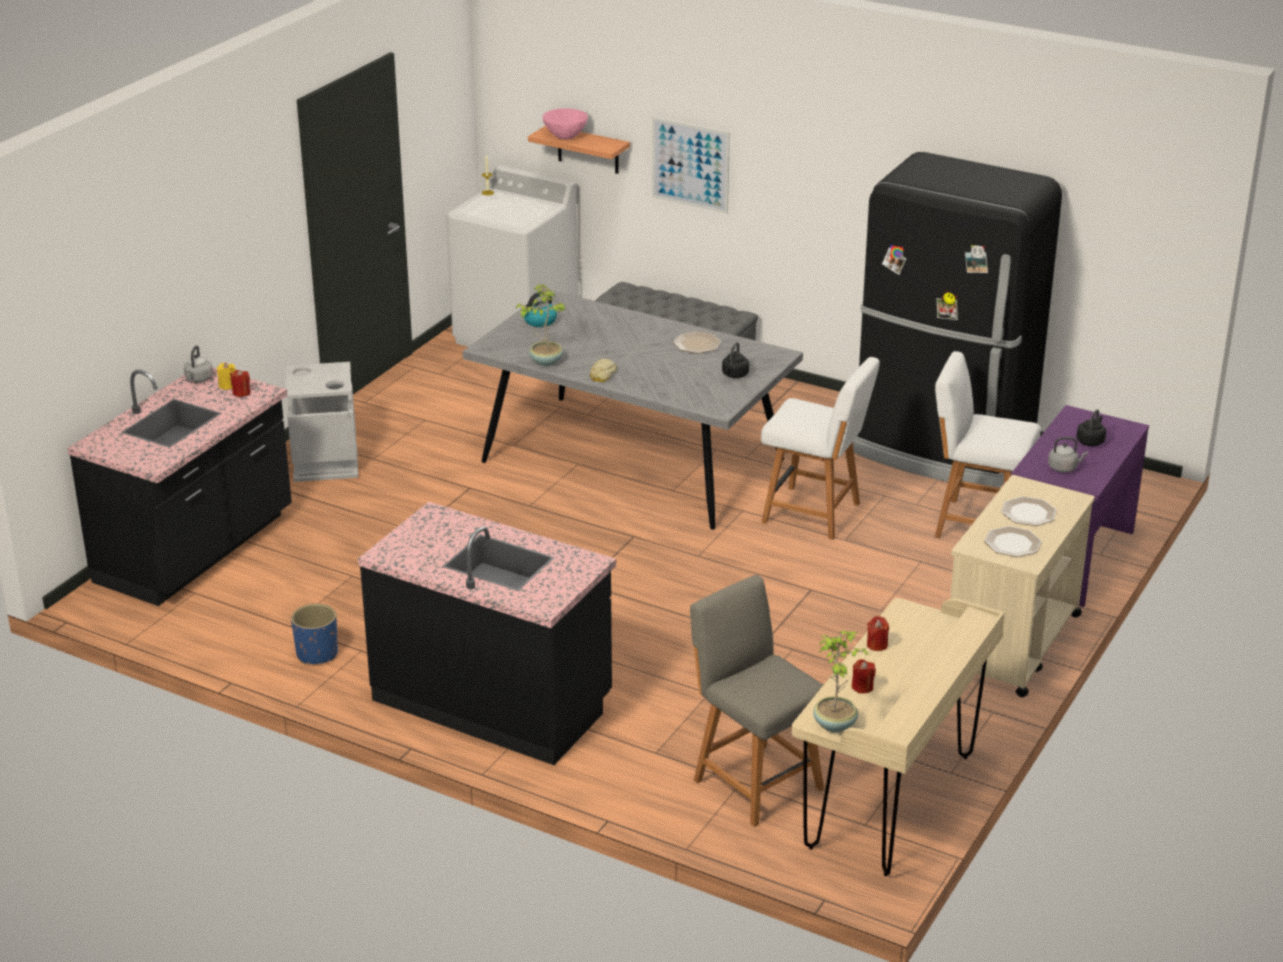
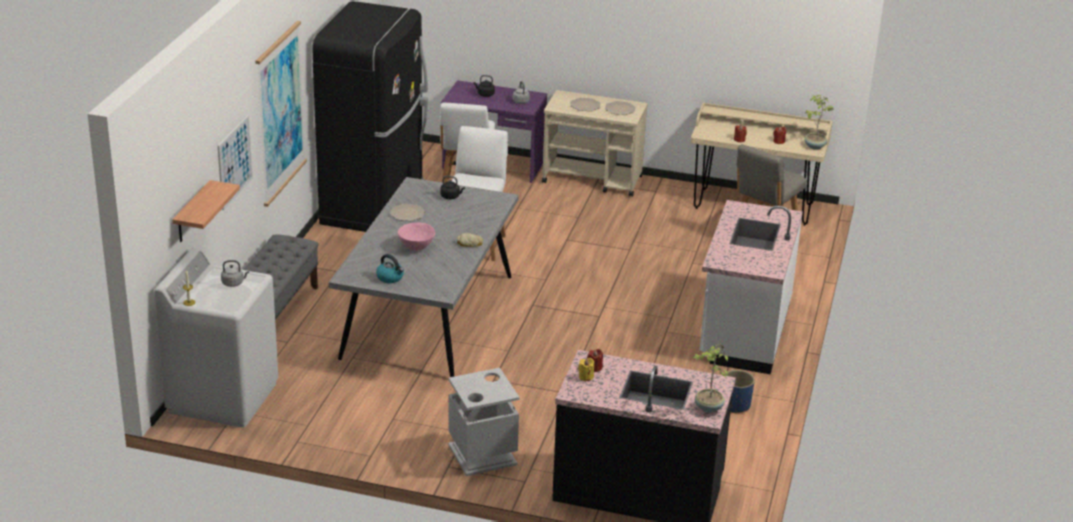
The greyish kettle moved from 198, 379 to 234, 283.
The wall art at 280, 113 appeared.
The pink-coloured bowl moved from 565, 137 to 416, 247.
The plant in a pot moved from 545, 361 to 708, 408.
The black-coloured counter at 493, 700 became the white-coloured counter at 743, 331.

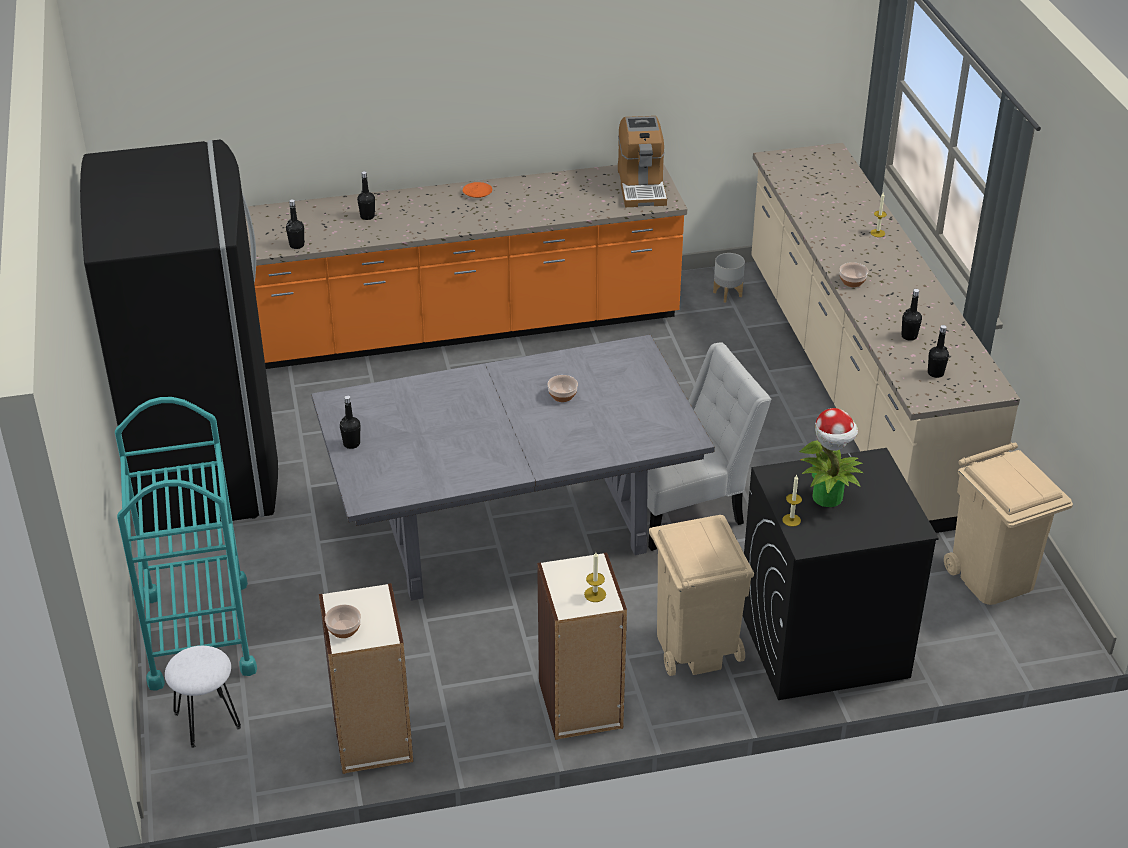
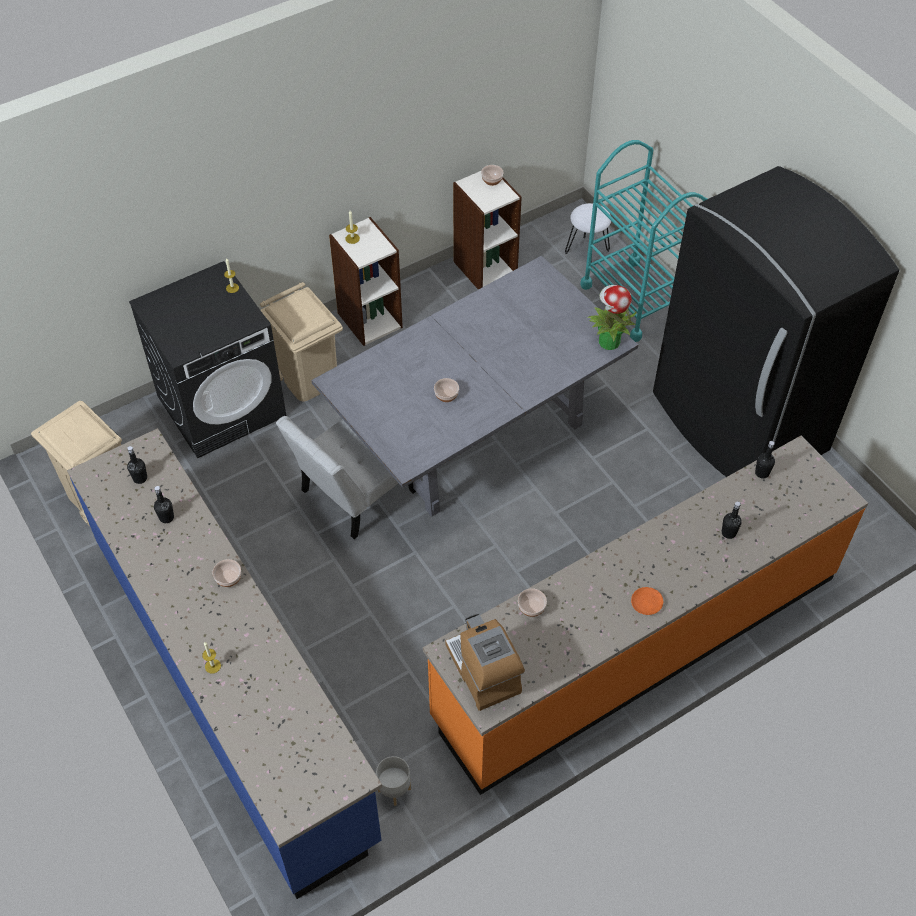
The sand-coloured counter at 857, 385 became the blue counter at 233, 685.
The bowl at 531, 607 appeared.
The plant in a pot moved from 828, 498 to 608, 341.
The black-coloured bottle at 351, 444 disappeared.

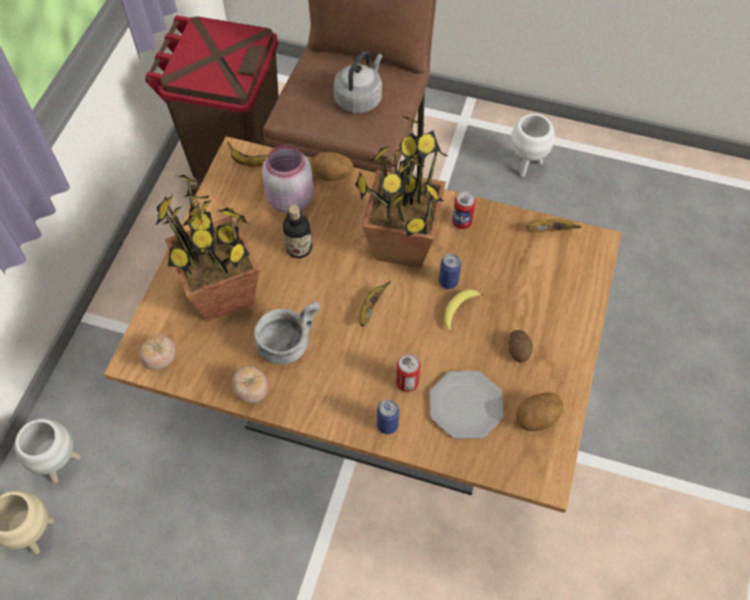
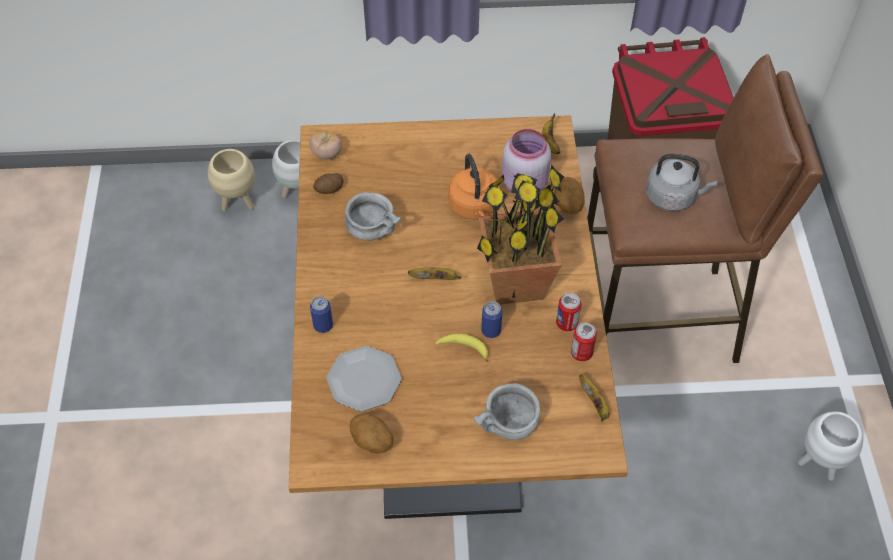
The whole potato moved from 519, 350 to 329, 189.
The bottle at 299, 248 was replaced by the orangey kettle at 474, 207.
The greyish bowl at 509, 424 appeared.
The can moved from 407, 382 to 581, 353.
The plant in a pot at 224, 293 disappeared.
The fresh tomato at 252, 391 disappeared.

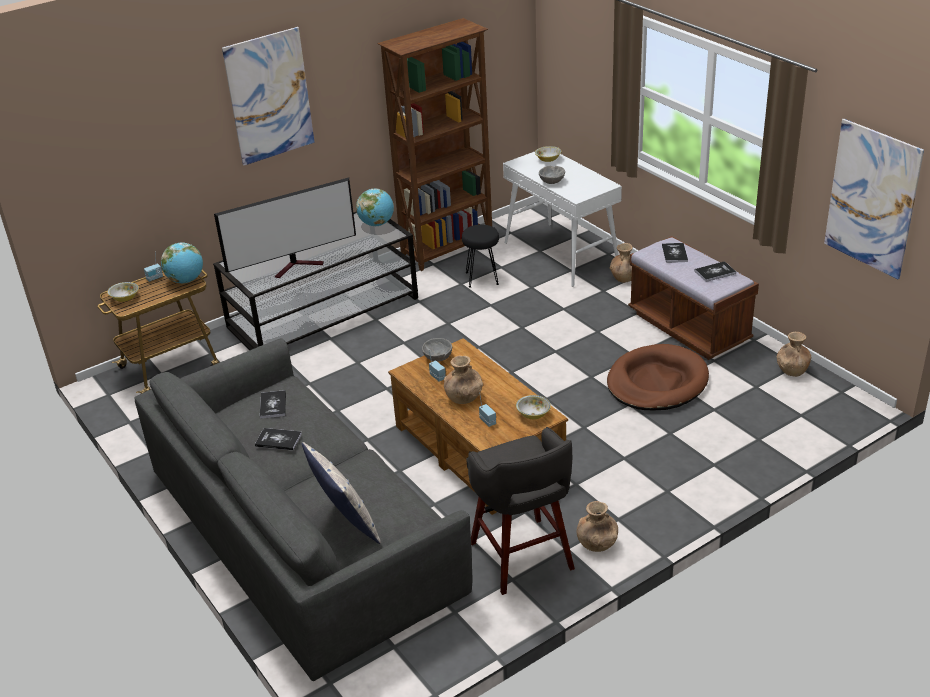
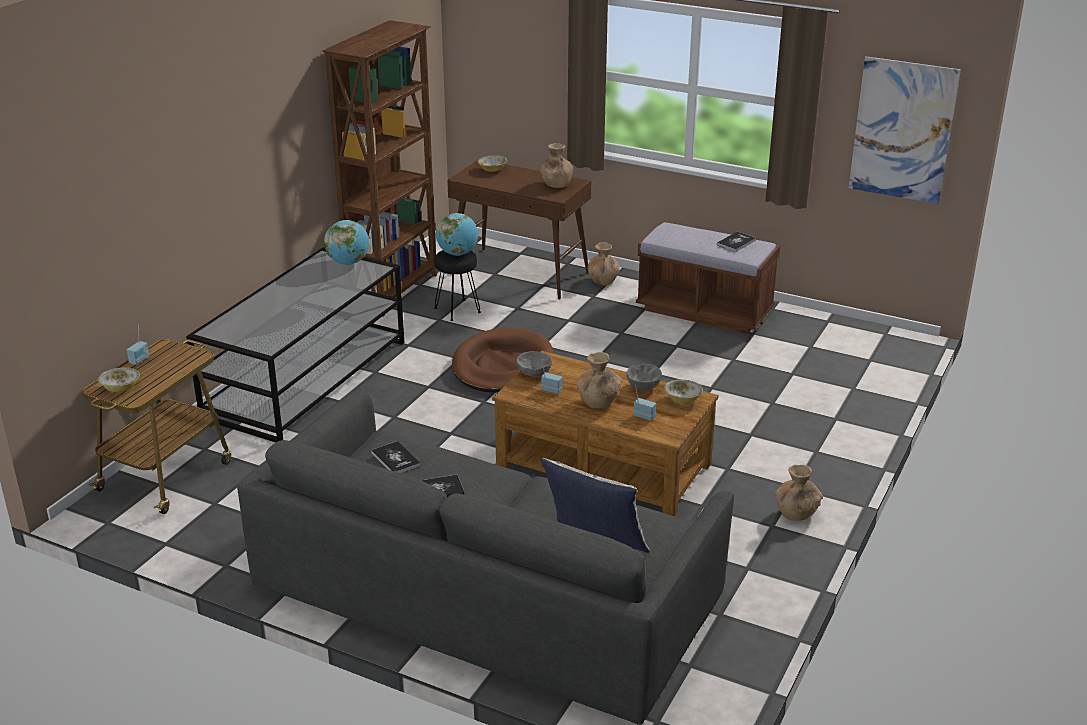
The world globe moved from 186, 280 to 457, 253.
The white-coloured narrow table at 561, 255 became the brownish narrow table at 520, 273.
The brownish pet bed moved from 656, 382 to 503, 366.
The brownish flower vase moved from 792, 370 to 556, 184.
The greyish bowl moved from 551, 182 to 643, 386.
The TV set at 298, 266 disappeared.
The wall art at 269, 96 disappeared.
The greyish stool at 522, 558 disappeared.
The book at 674, 253 disappeared.

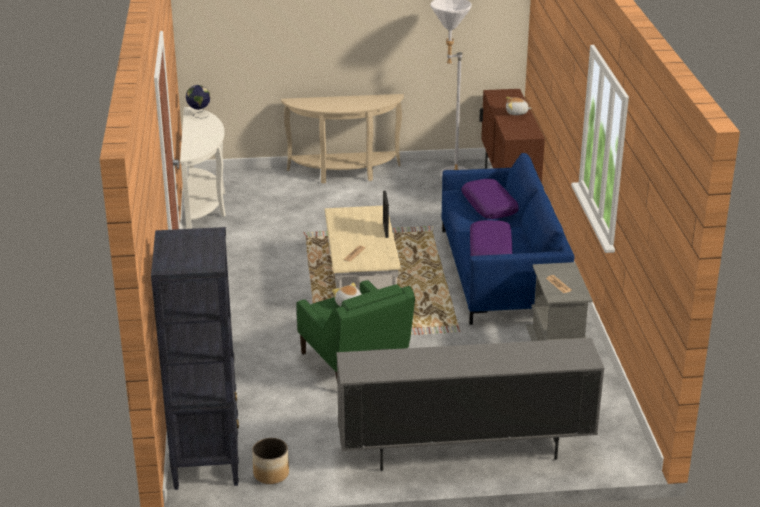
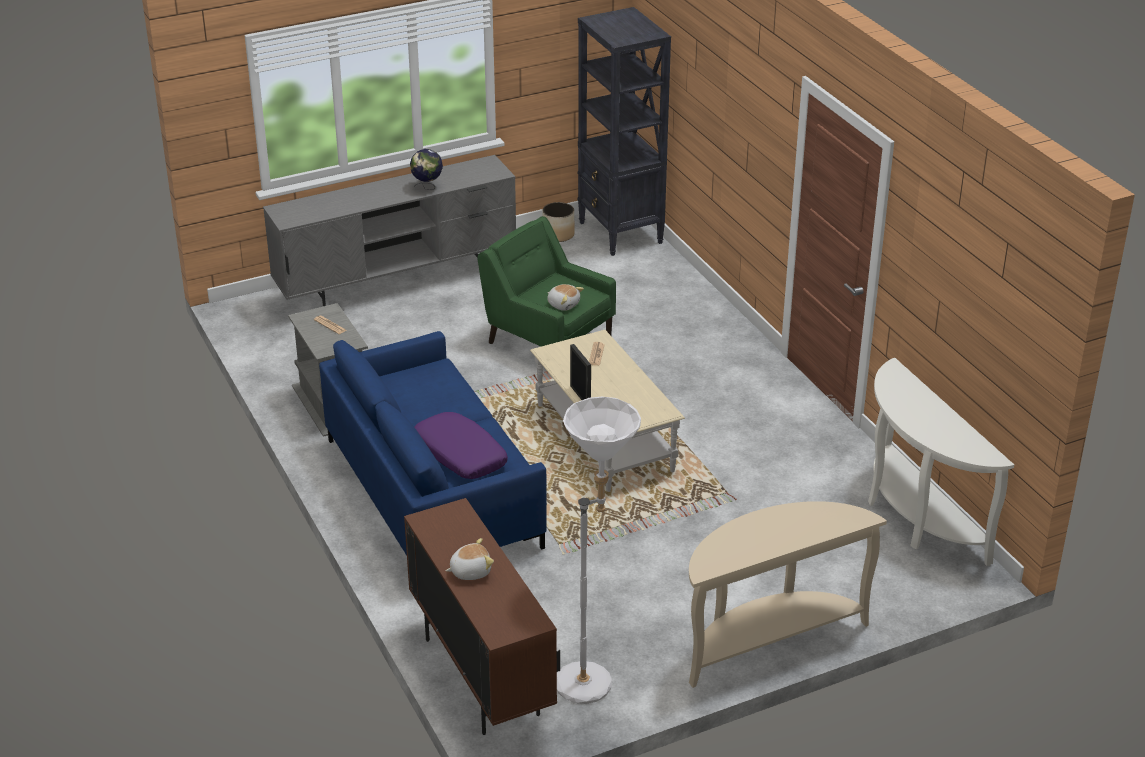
The world globe moved from 199, 114 to 427, 187.
The purple pillow at 491, 249 disappeared.

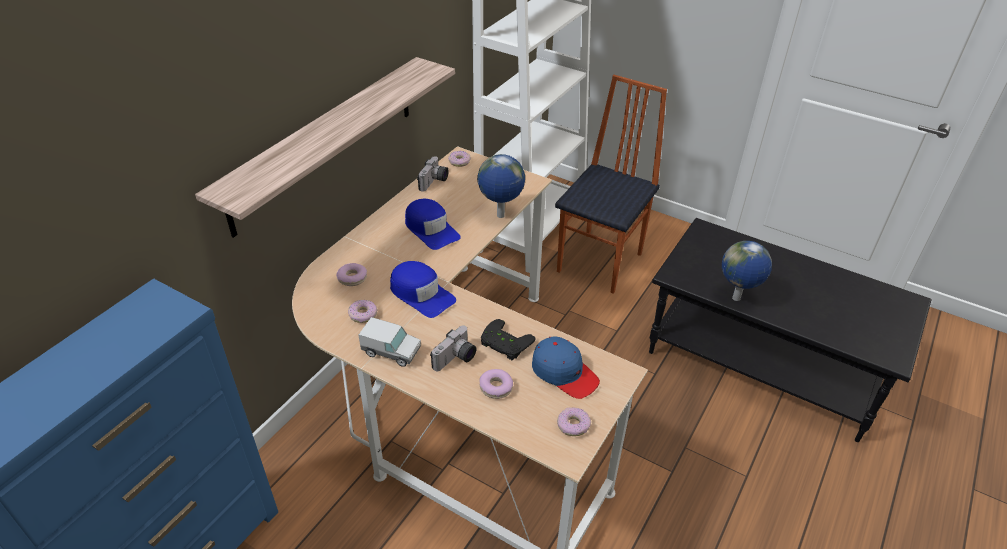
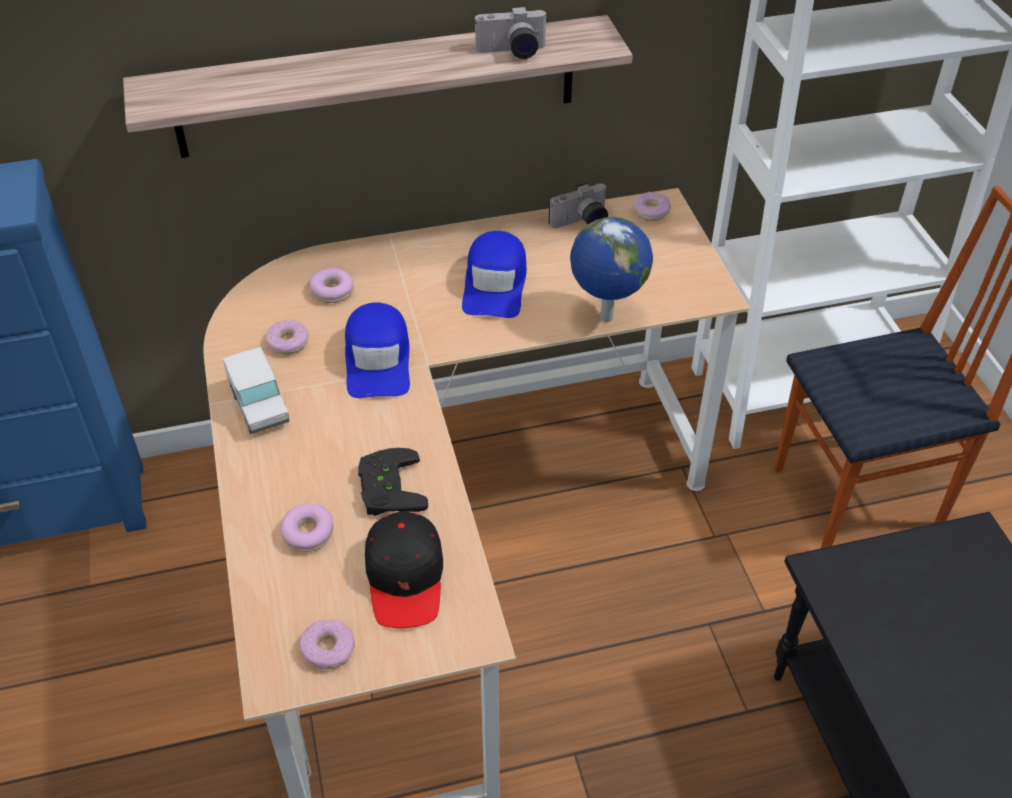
The blue baseball cap at 564, 373 became the black-coloured baseball cap at 405, 578.
The photo camera moved from 456, 359 to 512, 52.
The world globe at 736, 299 disappeared.

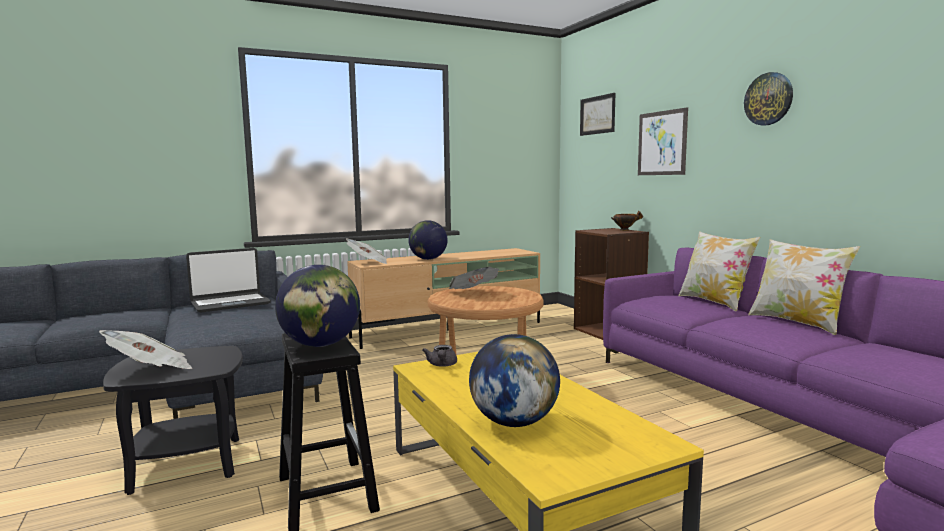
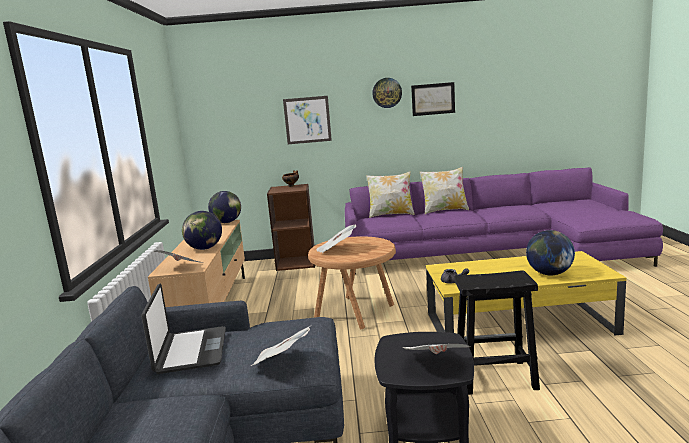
The world globe moved from 320, 345 to 227, 222.
The newspaper at 282, 361 appeared.
The wall art moved from 597, 115 to 433, 99.

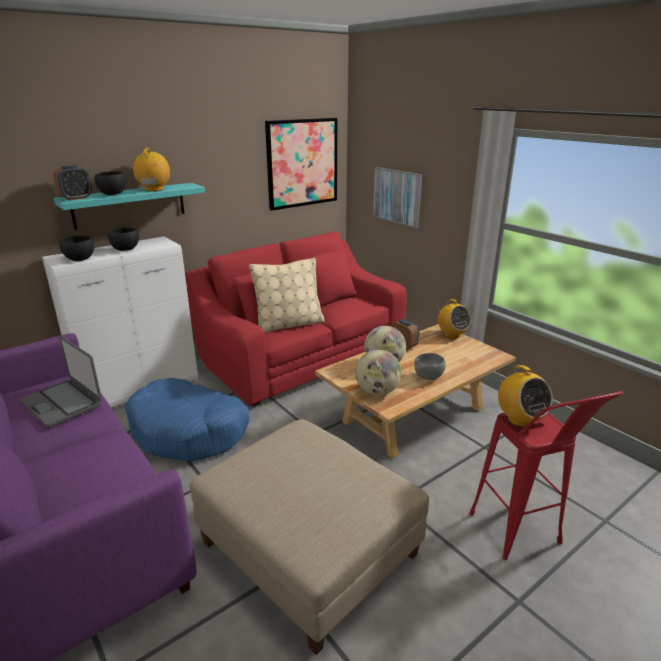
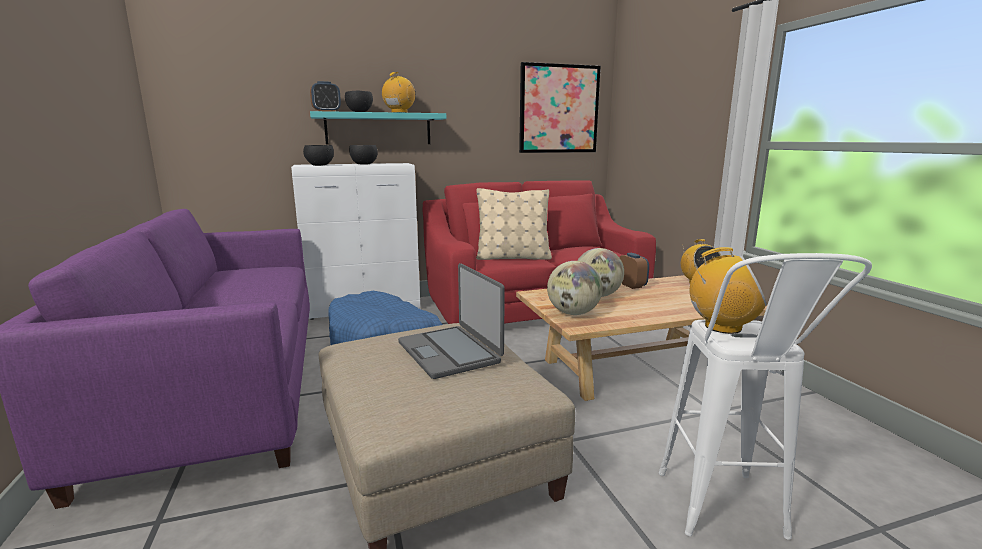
The laptop moved from 62, 403 to 450, 352.
The red stool at 522, 538 became the white-coloured stool at 727, 518.
The radio set at 519, 419 turned 75 degrees counterclockwise.
The wall art at 397, 196 disappeared.
The greyish bowl at 429, 377 disappeared.

